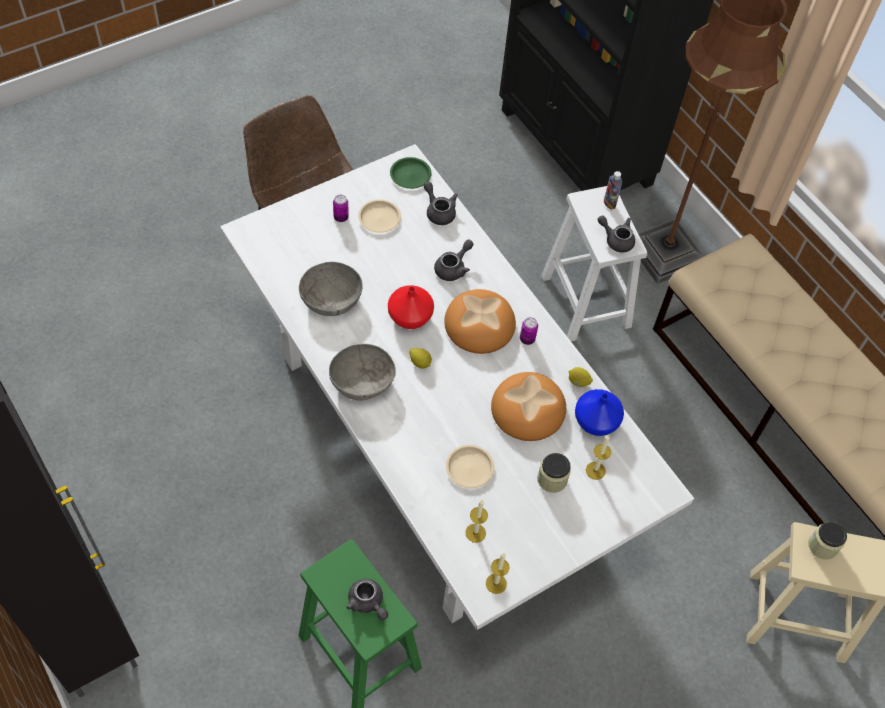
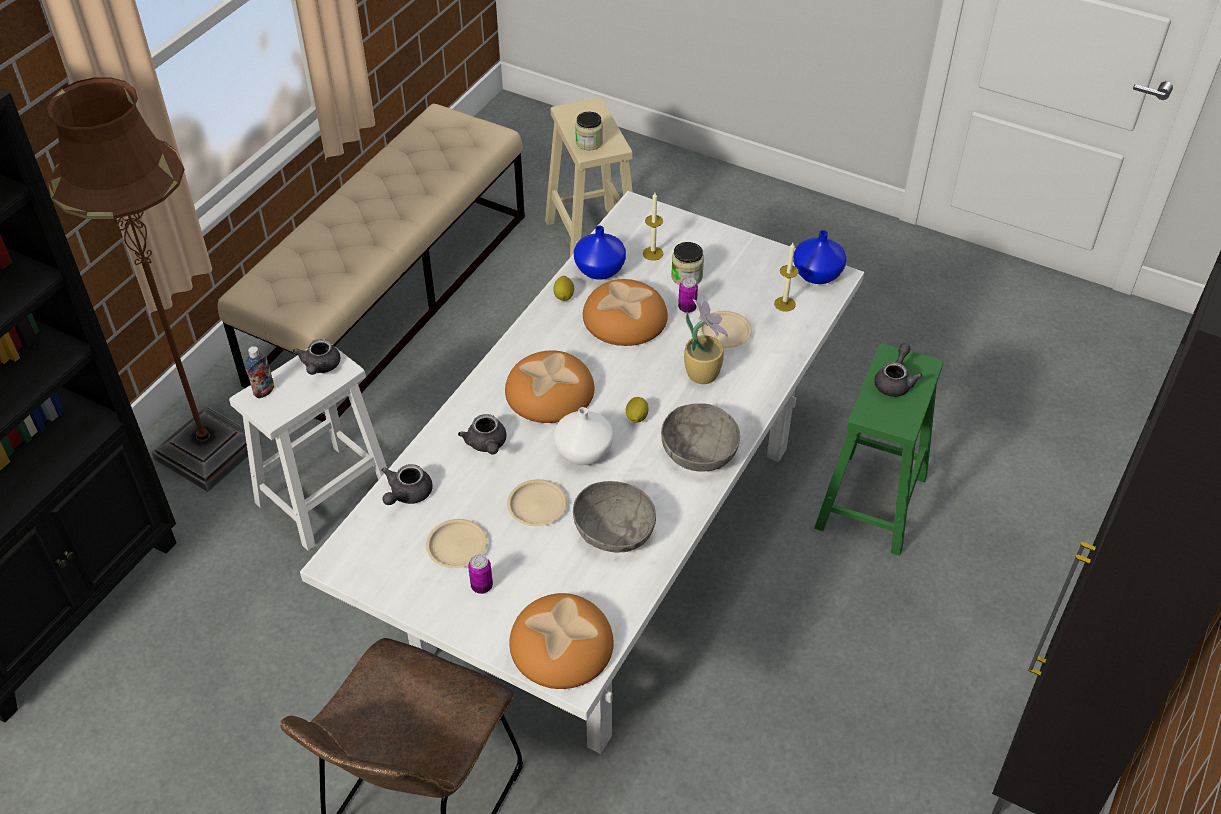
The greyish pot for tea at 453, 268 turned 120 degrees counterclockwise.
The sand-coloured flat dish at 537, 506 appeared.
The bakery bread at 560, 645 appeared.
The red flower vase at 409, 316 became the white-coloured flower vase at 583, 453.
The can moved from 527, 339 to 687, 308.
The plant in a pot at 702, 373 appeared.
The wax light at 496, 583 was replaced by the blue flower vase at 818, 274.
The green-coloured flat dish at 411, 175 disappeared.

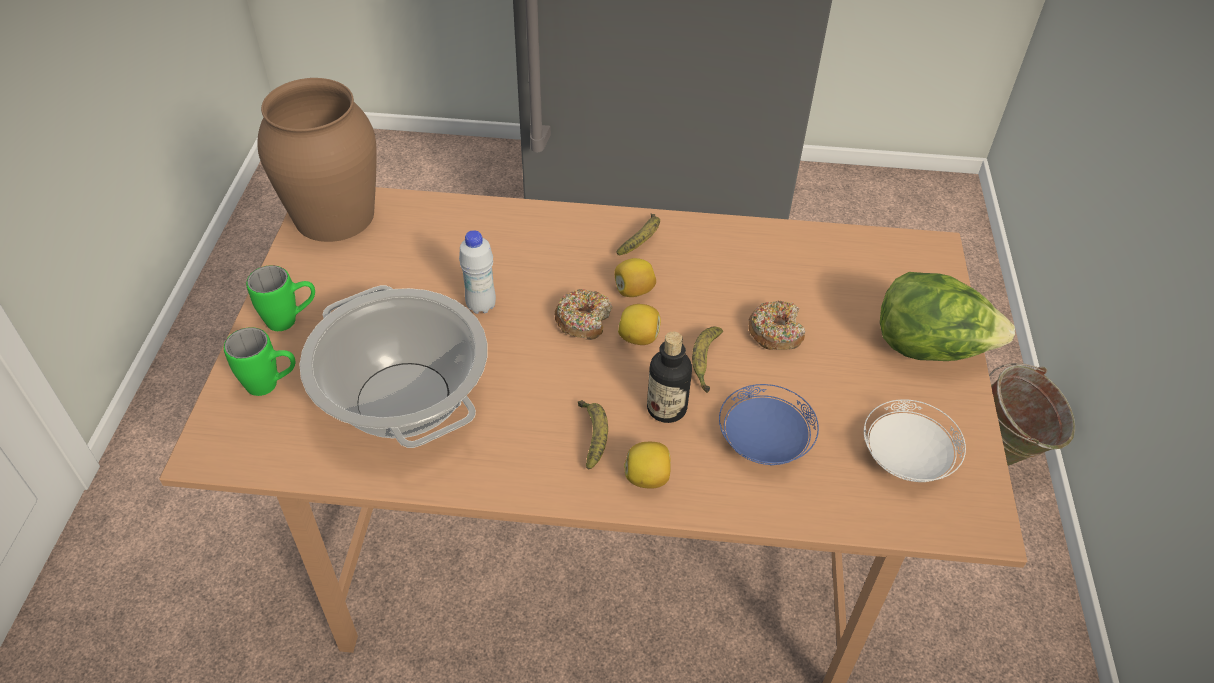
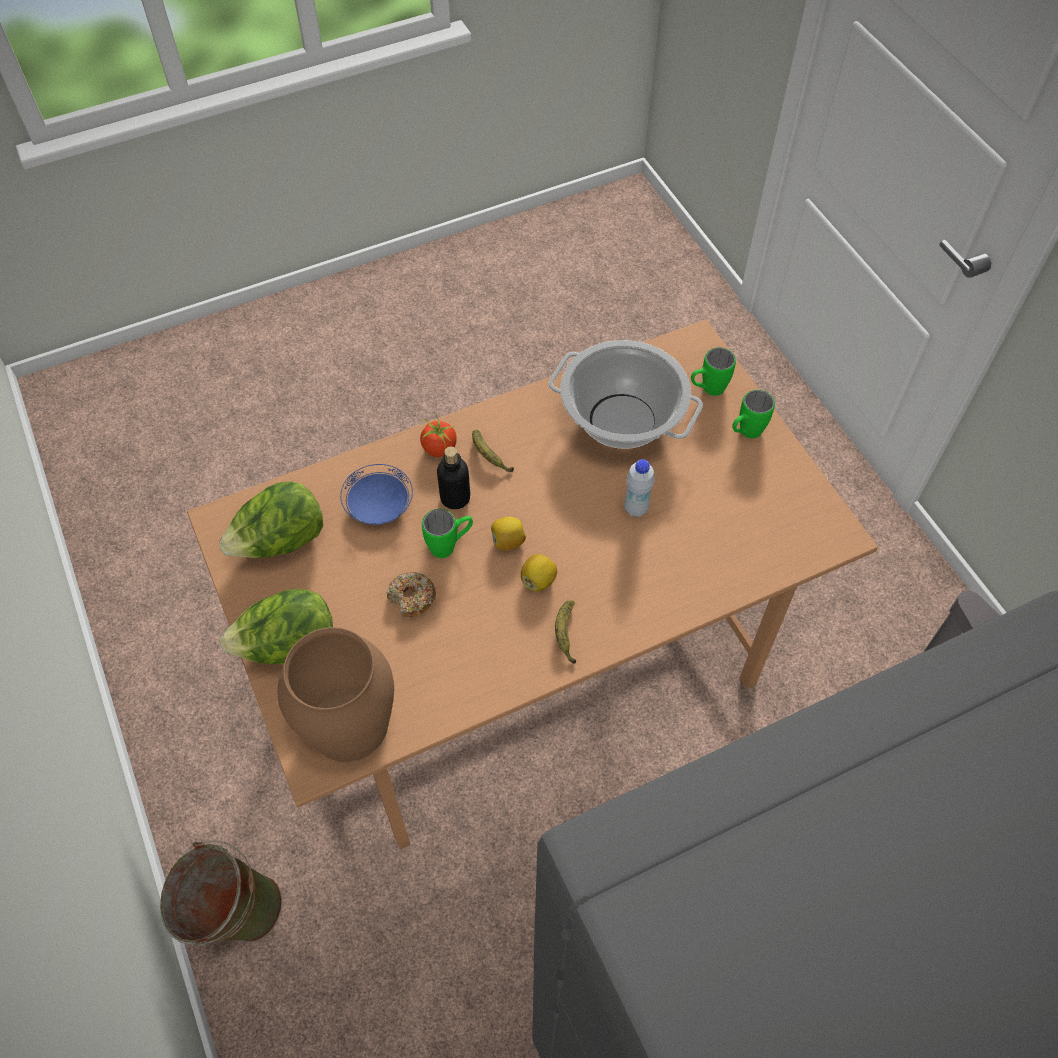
The white-coloured flat dish at 906, 457 was replaced by the head of lettuce at 280, 542.
The brownish flower vase moved from 334, 214 to 349, 725.
The lemon at 648, 477 was replaced by the fresh tomato at 439, 448.
The whole banana at 704, 362 was replaced by the green-coloured tea mug at 450, 545.
The ring doughnut at 583, 320 disappeared.

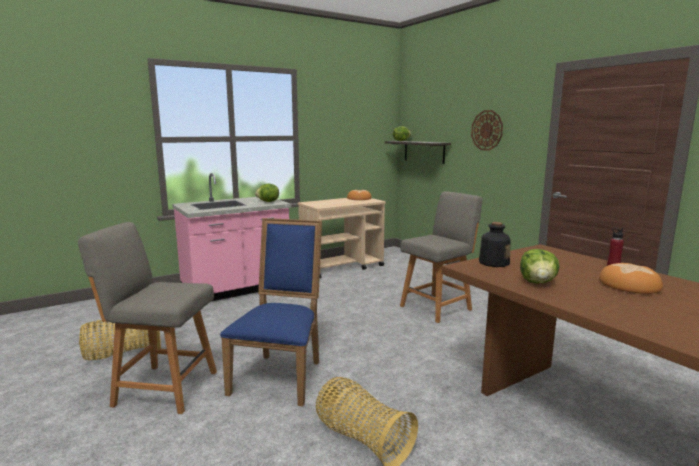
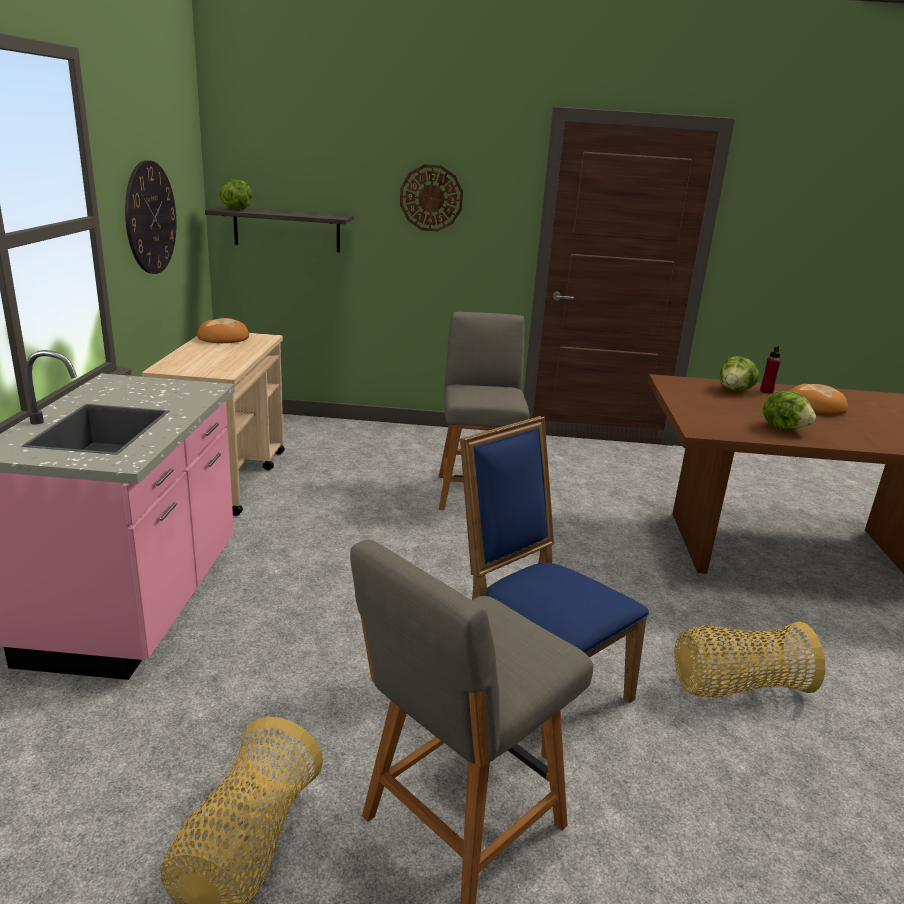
The clock on the wall at 150, 218 appeared.
The head of lettuce moved from 268, 202 to 735, 390.
The bottle at 493, 263 disappeared.

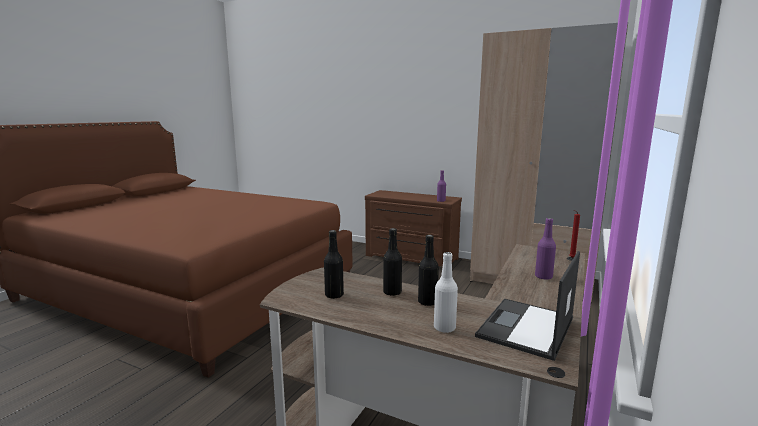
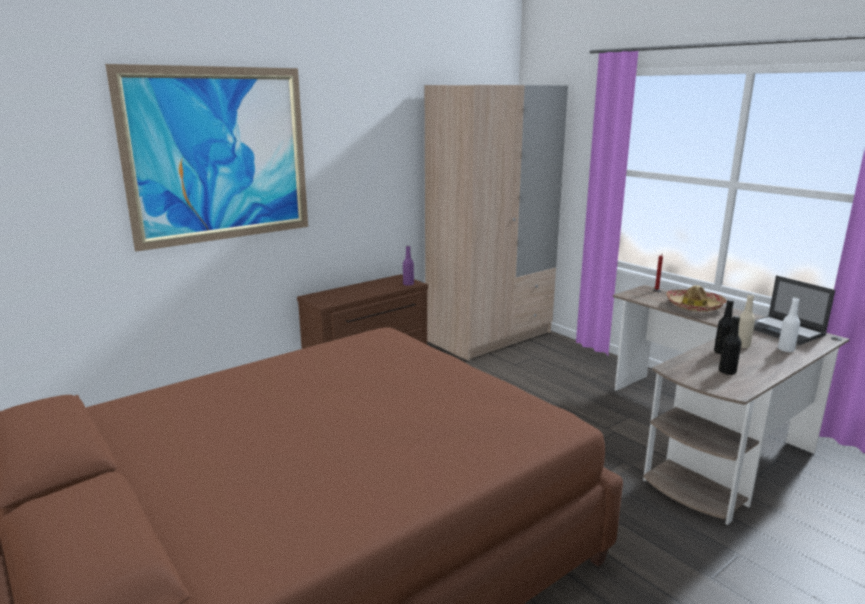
The wall art at 219, 155 appeared.
The purple bottle at 543, 277 was replaced by the hat at 694, 306.
The black-coloured bottle at 427, 302 became the sand-coloured bottle at 742, 346.

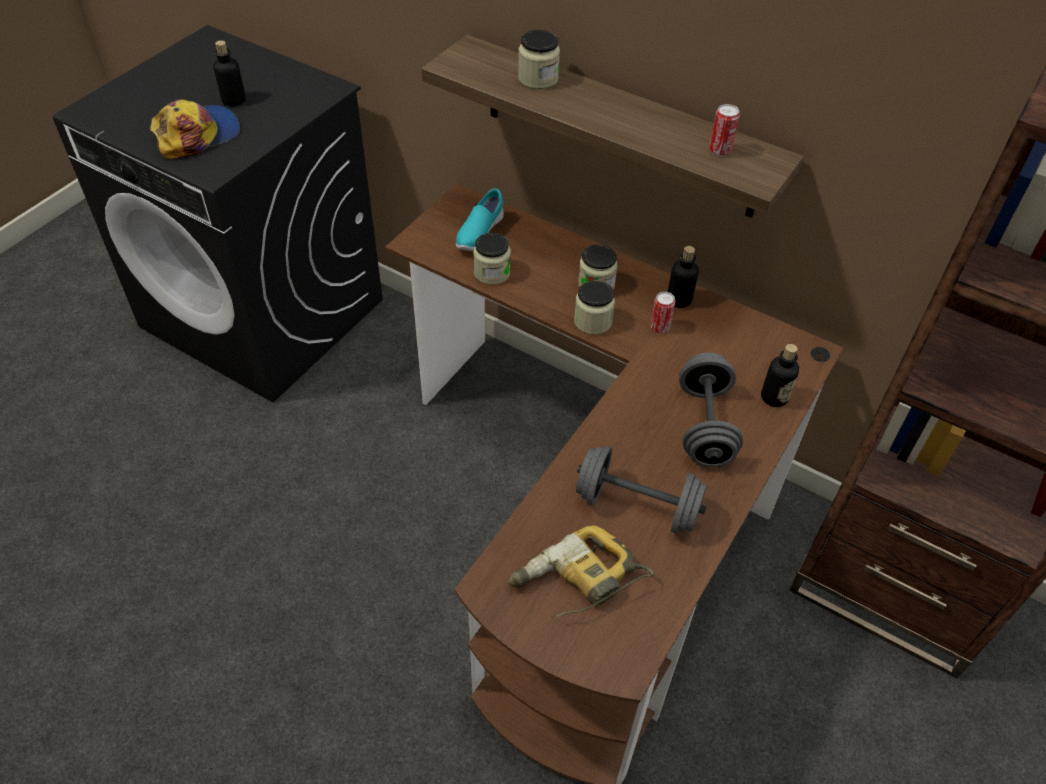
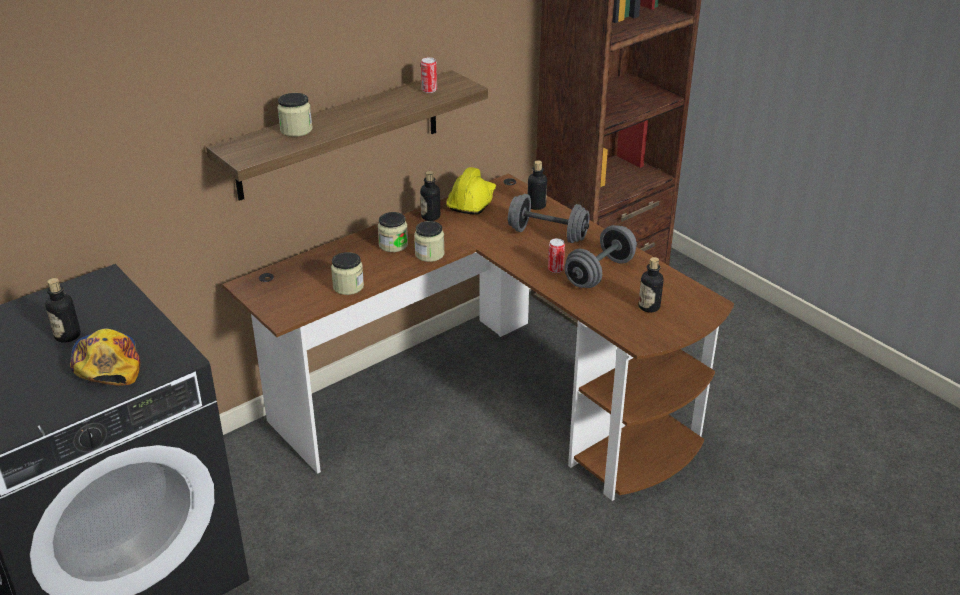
The yellow-coloured work helmet at 471, 201 appeared.
The can moved from 660, 327 to 555, 269.
The power drill at 578, 582 was replaced by the bottle at 649, 307.
The blue-green low shoe at 479, 234 disappeared.

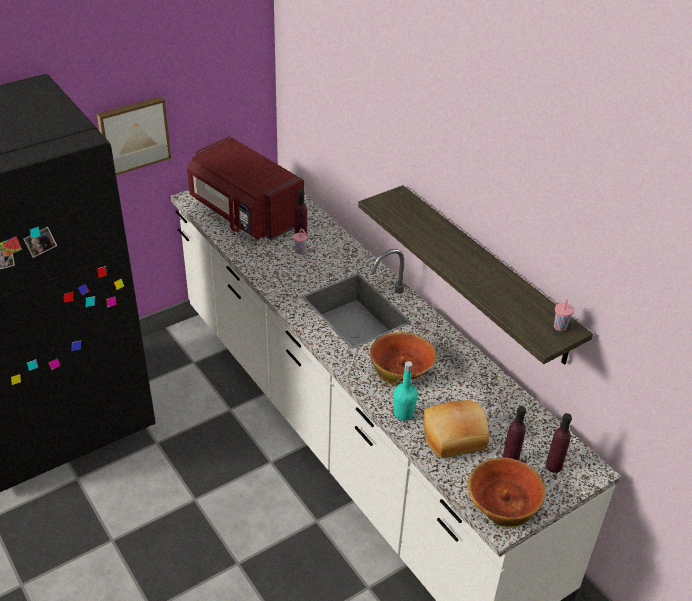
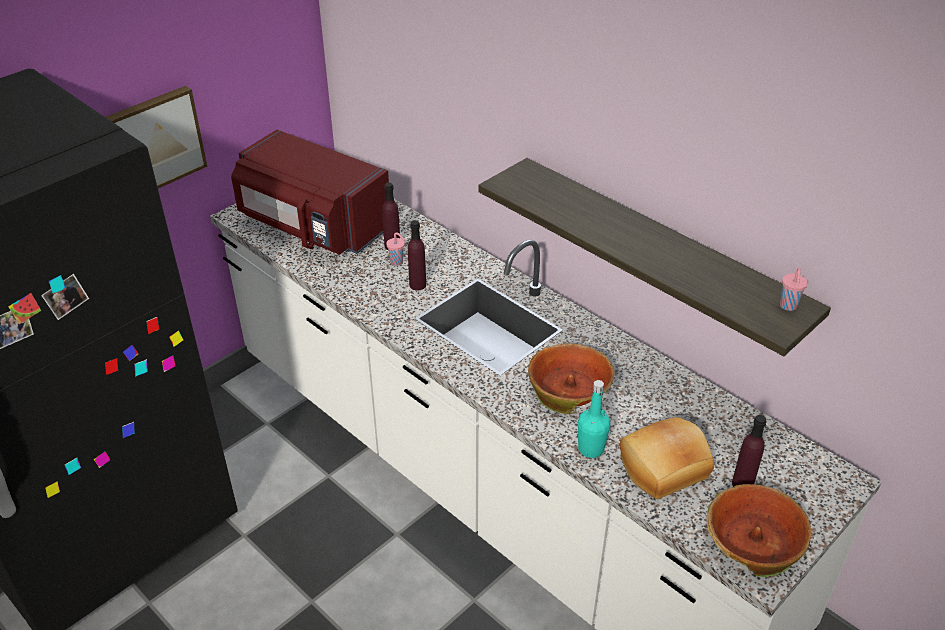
The purple bottle moved from 554, 466 to 417, 285.

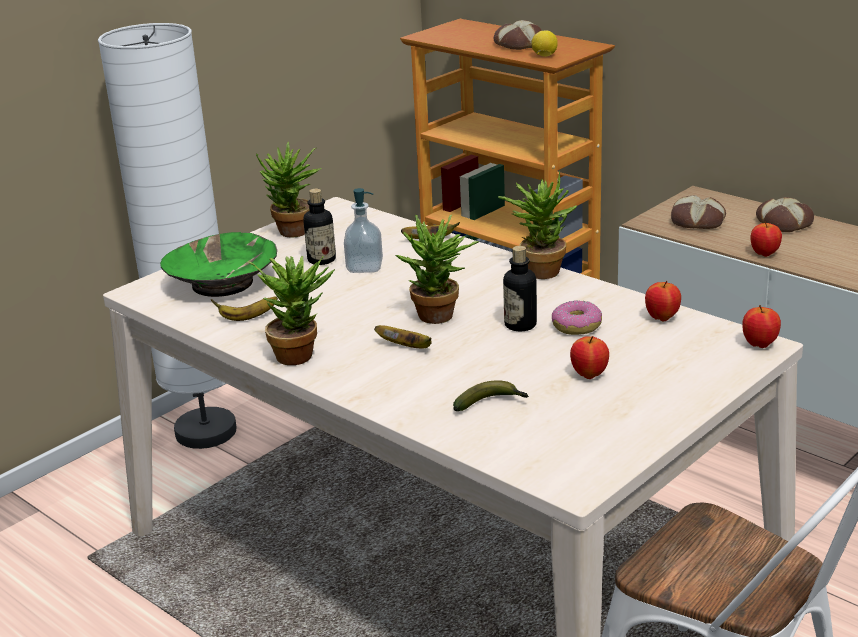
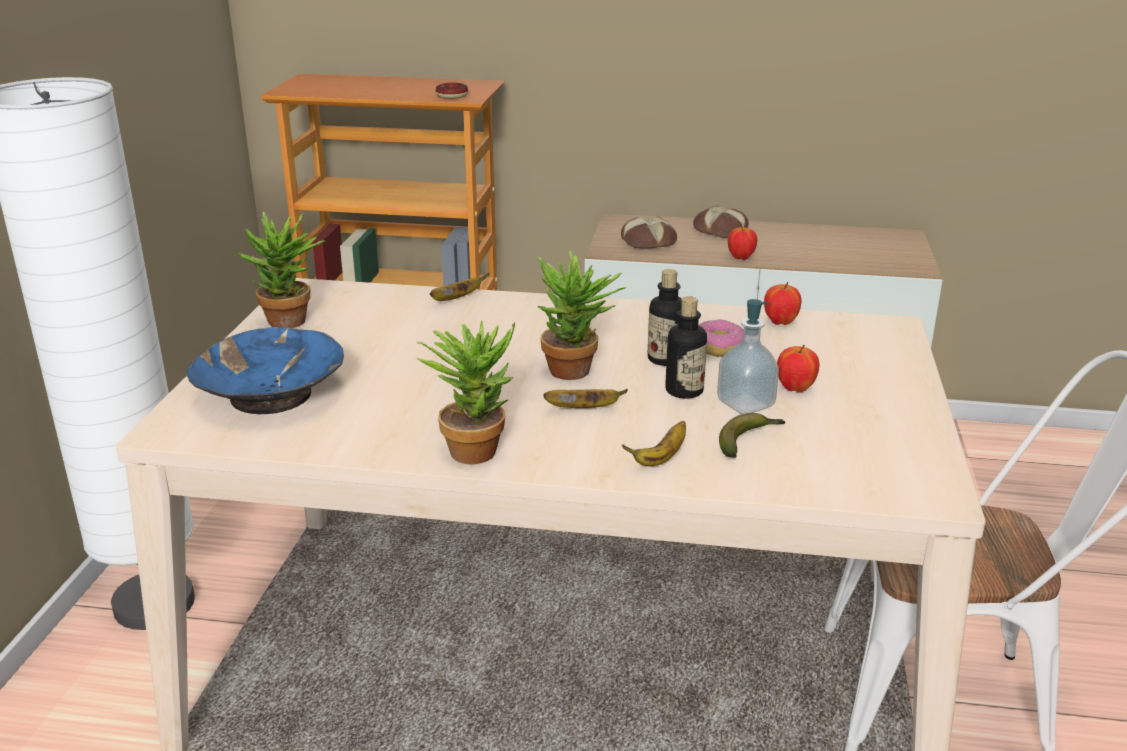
The green-coloured bowl at 223, 283 became the blue bowl at 271, 394.
The lemon at 544, 56 was replaced by the ring doughnut at 452, 95.
The whole banana moved from 247, 318 to 660, 458.
The bottle moved from 321, 260 to 684, 391.
The liquid soap bottle moved from 364, 267 to 745, 404.
The bakery bread at 518, 44 disappeared.
The plant in a pot at 539, 269 disappeared.
The whole apple at 759, 344 disappeared.

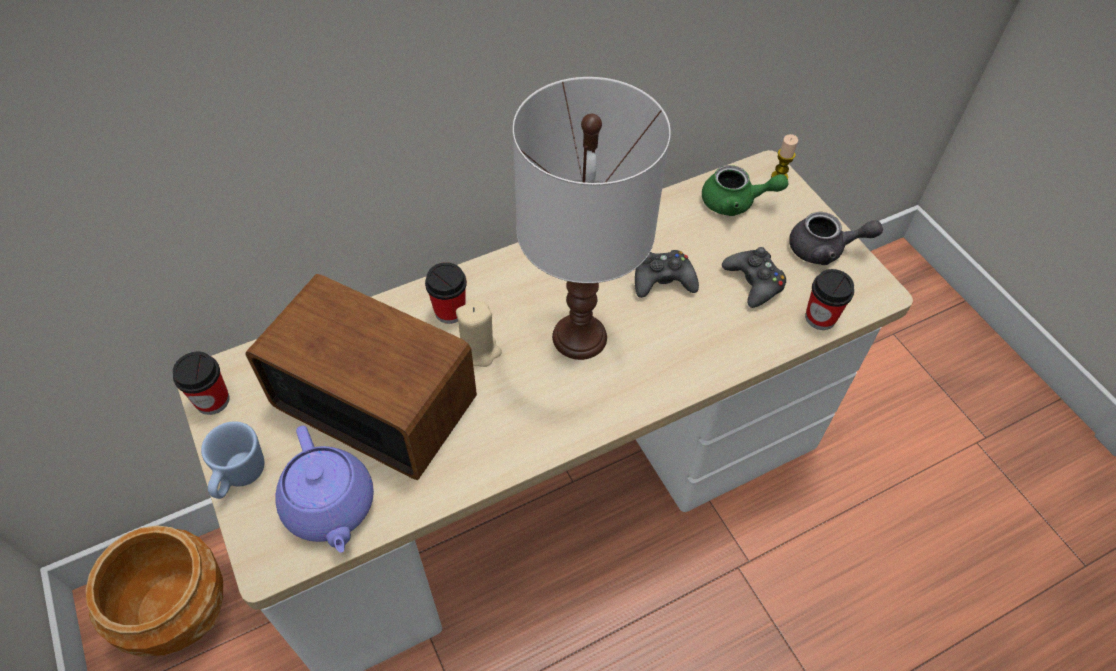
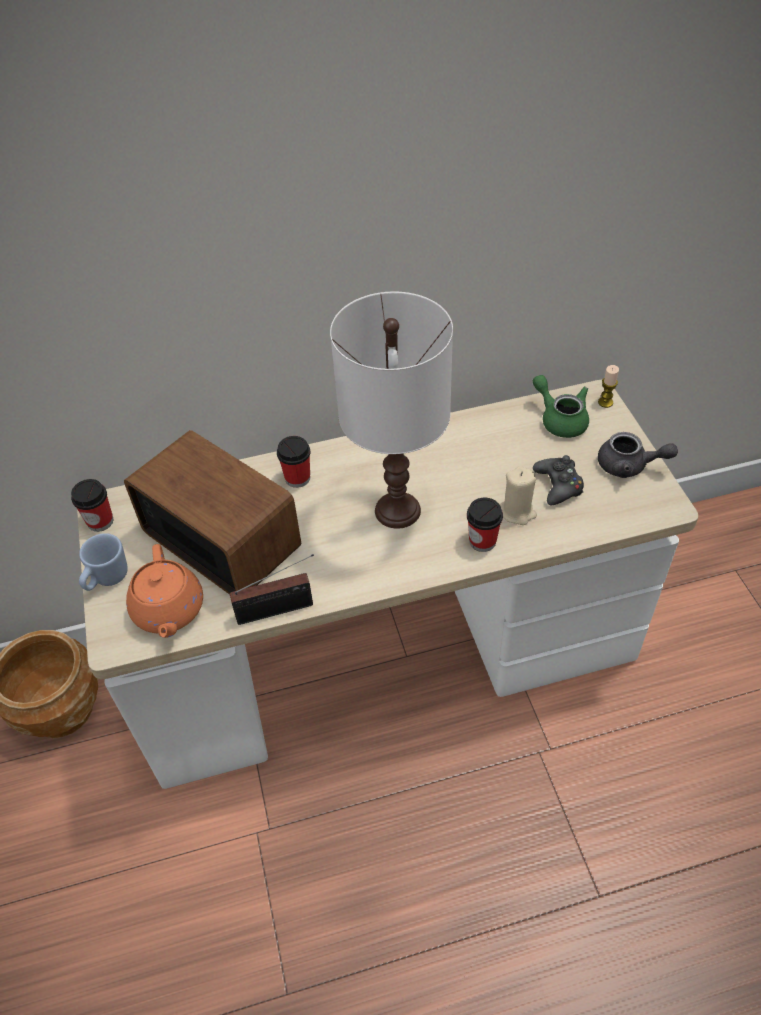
The purple pot for tea at 330, 507 became the orangey pot for tea at 169, 611.
The radio set at 279, 609 appeared.
The cup moved from 820, 317 to 482, 541.
The sand-coloured wax light moved from 479, 350 to 517, 512.
The green-coloured pot for tea at 735, 202 turned 150 degrees counterclockwise.
The black-coloured game controller at 663, 280 disappeared.

